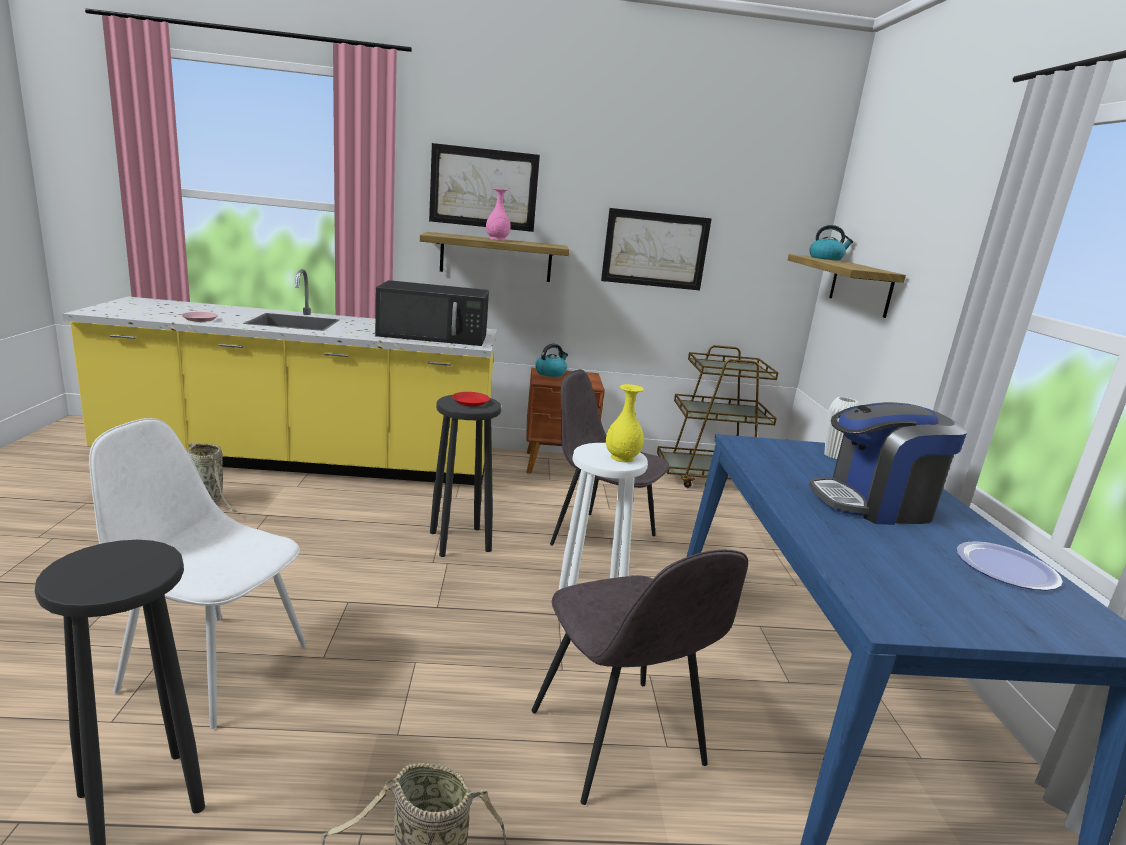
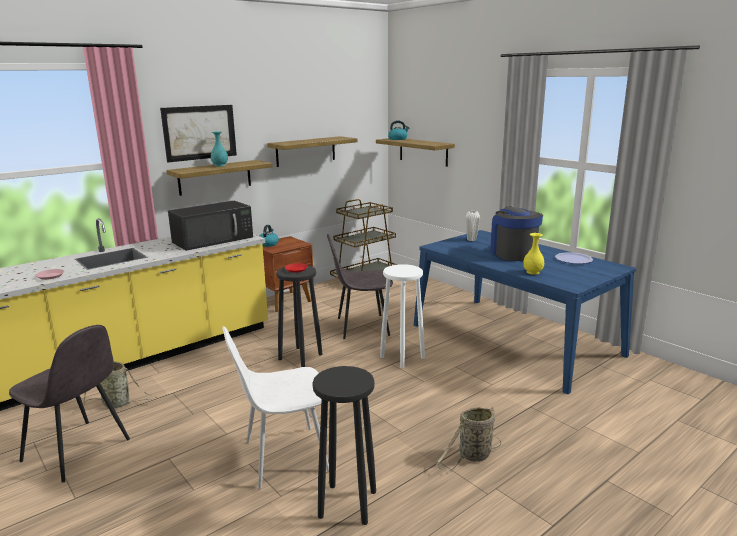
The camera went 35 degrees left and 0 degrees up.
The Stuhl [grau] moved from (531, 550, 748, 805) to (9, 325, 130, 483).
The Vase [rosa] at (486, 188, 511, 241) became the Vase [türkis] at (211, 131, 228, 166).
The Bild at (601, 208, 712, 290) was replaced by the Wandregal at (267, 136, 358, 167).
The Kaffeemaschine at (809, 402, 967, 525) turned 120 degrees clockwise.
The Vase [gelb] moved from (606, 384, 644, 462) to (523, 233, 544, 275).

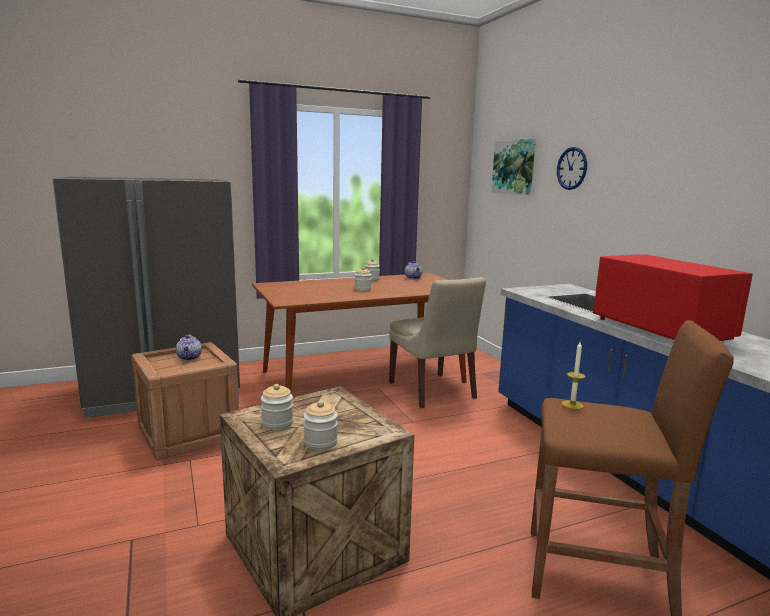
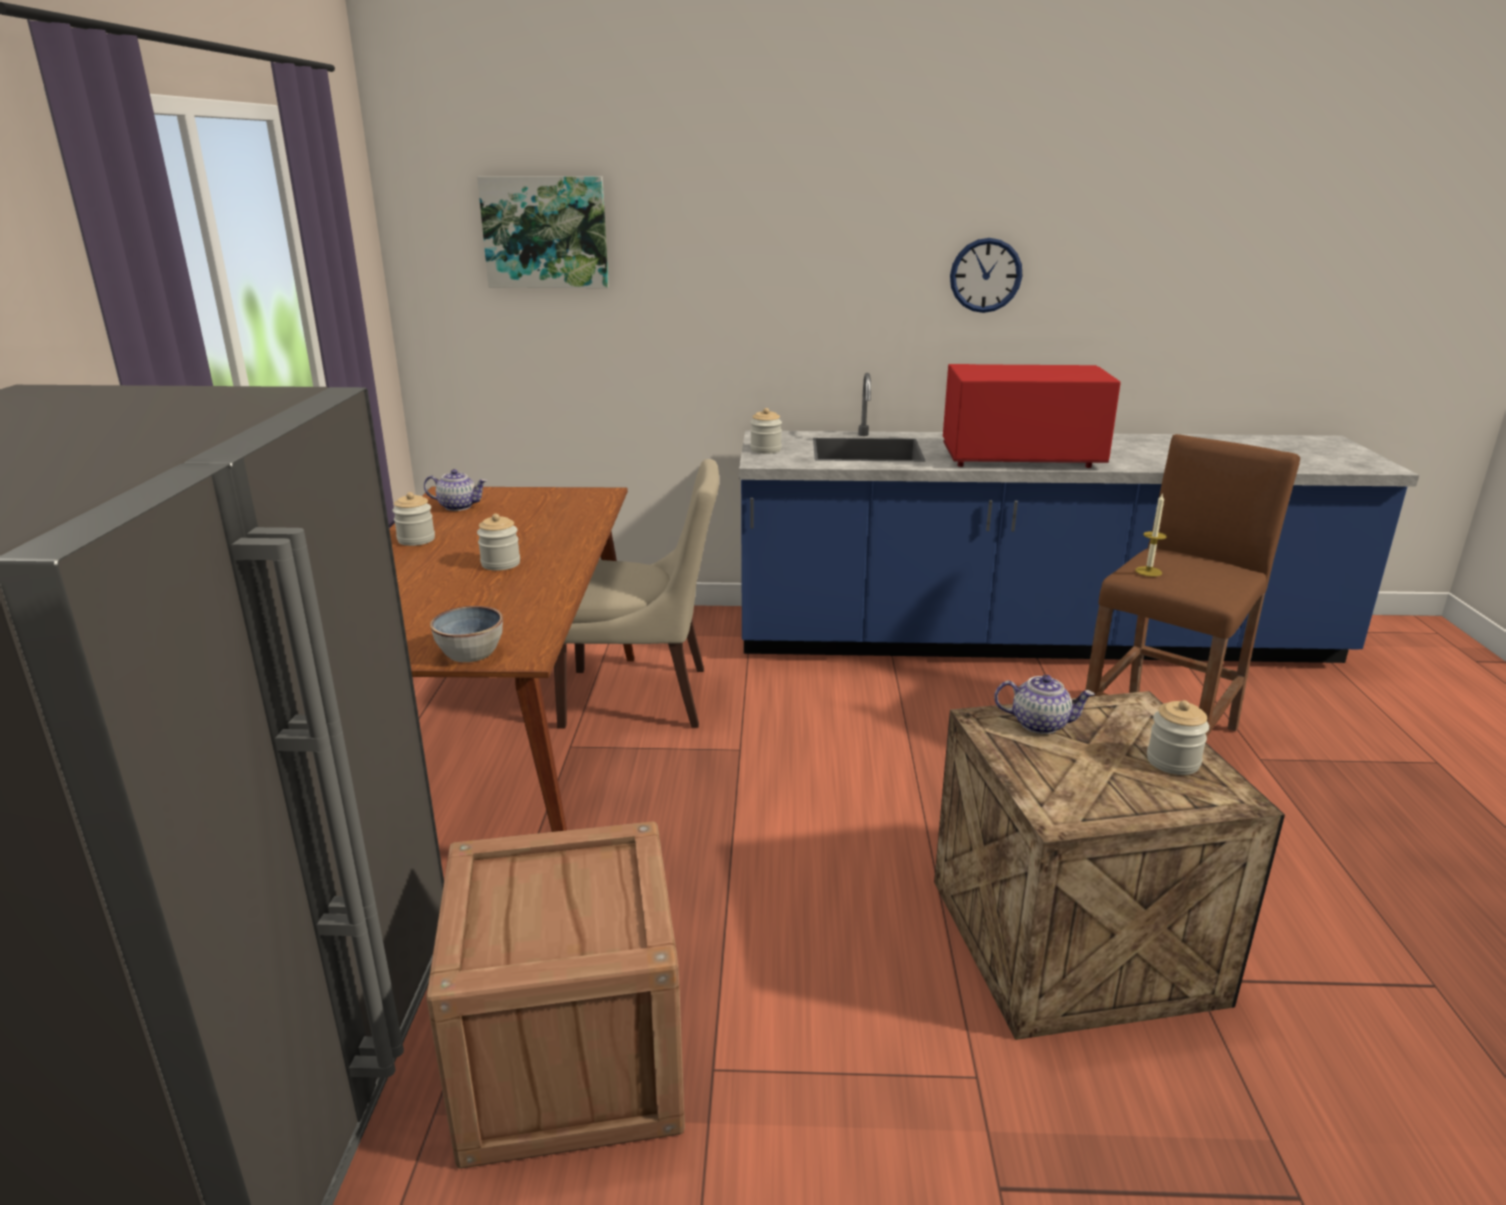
The camera went 65 degrees left and 10 degrees up.
The Schüssel at (430, 606, 503, 662) appeared.
The Vorratsglas moved from (261, 384, 293, 430) to (750, 408, 782, 454).
The Wanduhr moved from (557, 147, 587, 190) to (950, 238, 1022, 313).
The Teekanne moved from (176, 335, 202, 360) to (994, 675, 1095, 734).

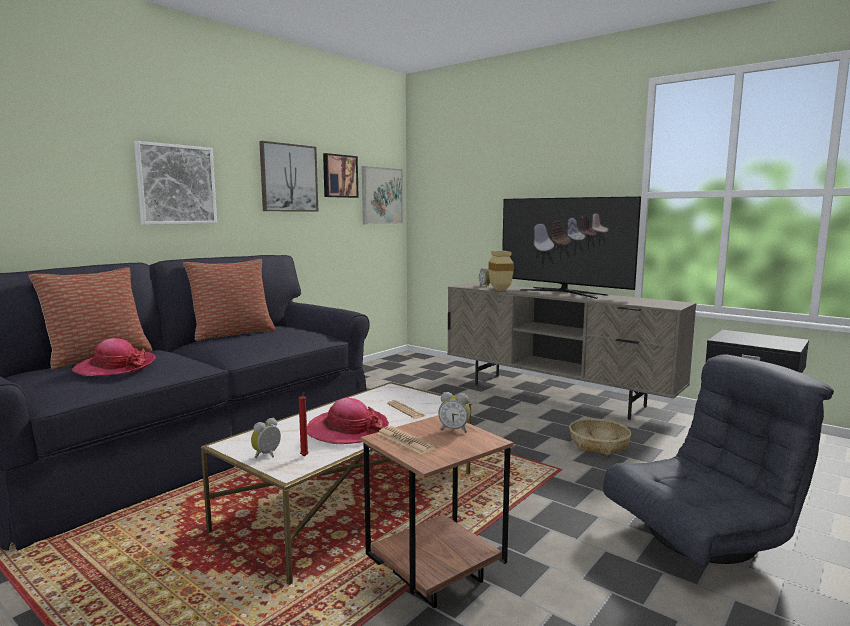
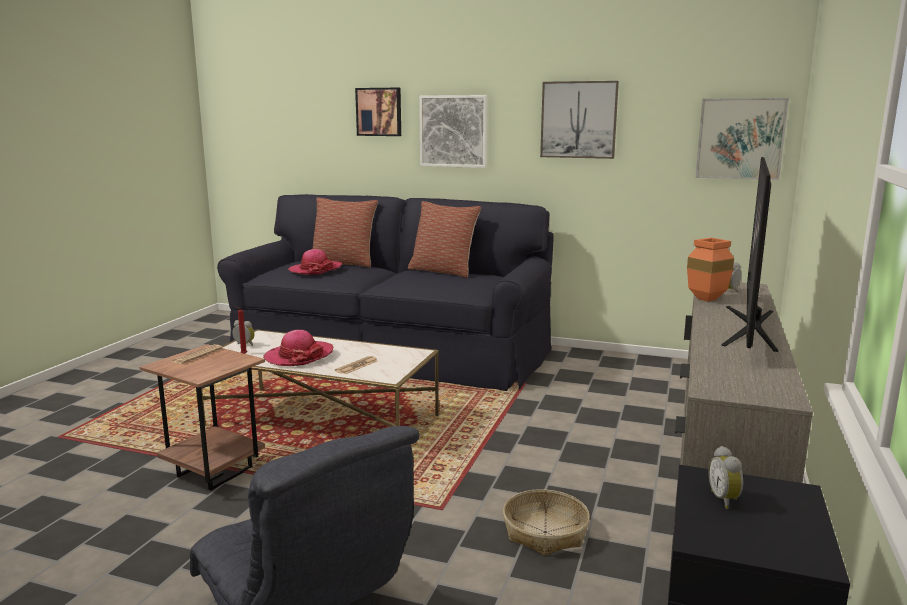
The camera went 70 degrees right and 5 degrees up.
The Bild moved from (323, 153, 359, 198) to (355, 88, 401, 136).
The Vase [beige] at (488, 251, 514, 291) became the Vase [orange] at (687, 238, 734, 302).
The Wecker moved from (438, 392, 471, 433) to (708, 446, 743, 509).

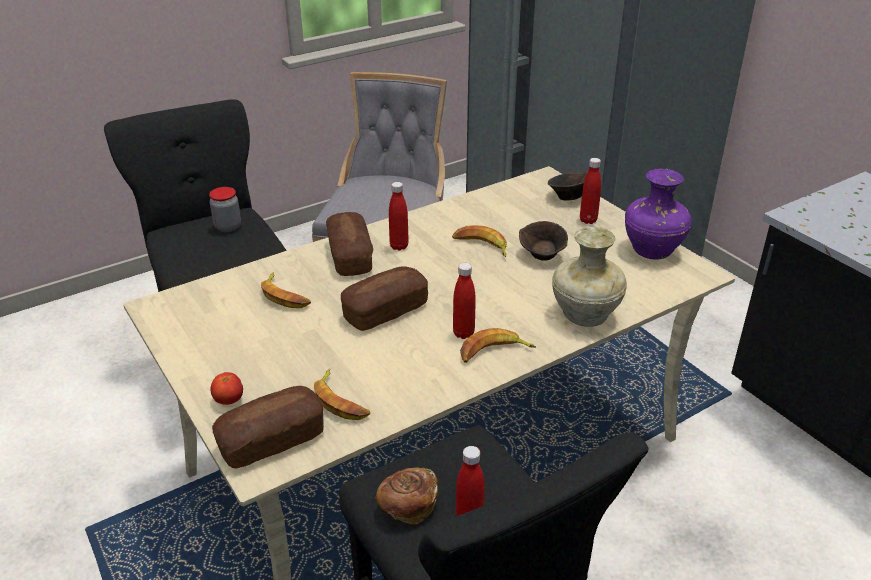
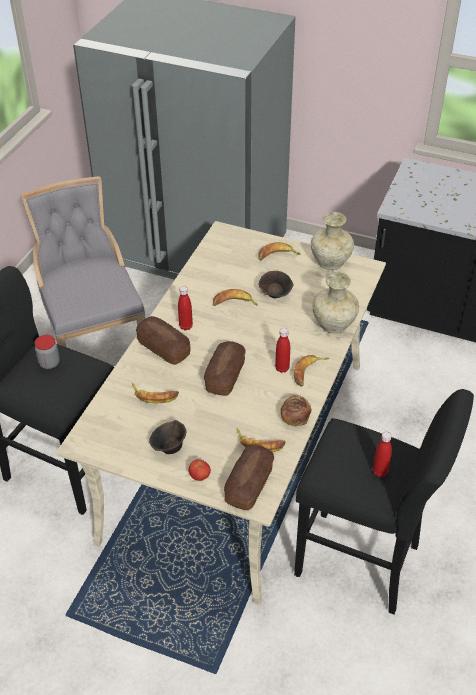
The camera went 35 degrees left and 10 degrees up.
The Schüssel [braun] moved from (548, 172, 588, 201) to (149, 420, 186, 454).
The Flasche [rot] at (580, 158, 601, 224) was replaced by the Banane at (258, 242, 301, 260).
The Brot moved from (376, 467, 438, 524) to (281, 395, 311, 427).
The Vase [lila] at (625, 168, 692, 260) became the Vase [beige] at (311, 212, 354, 270).

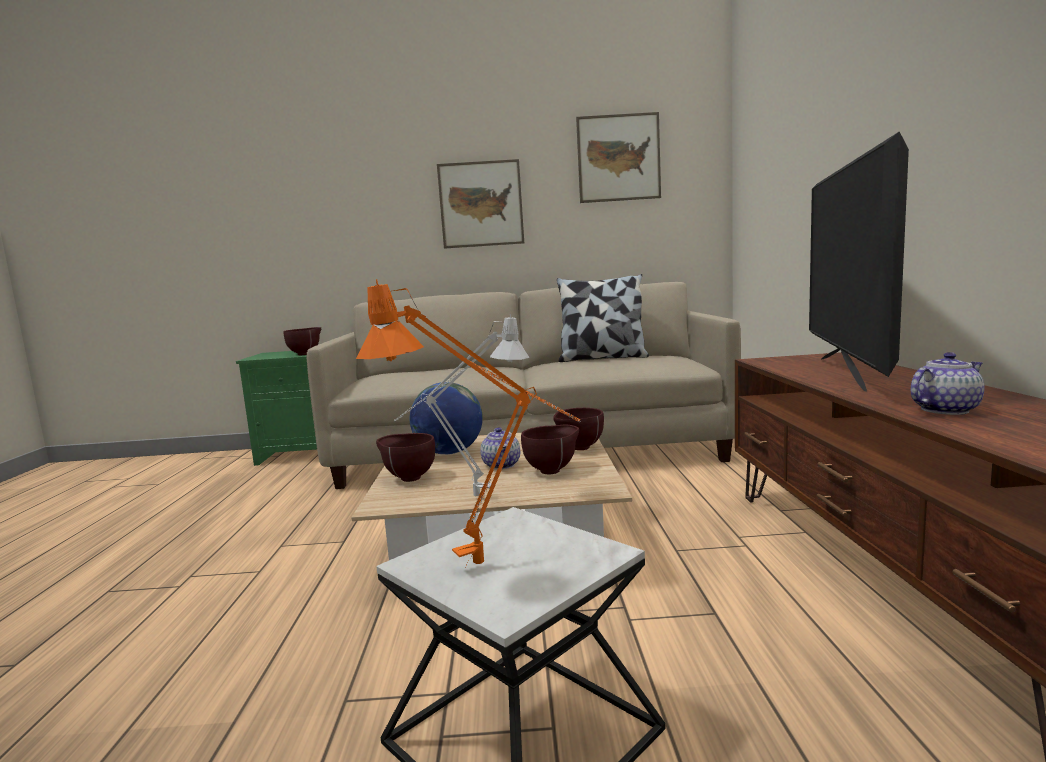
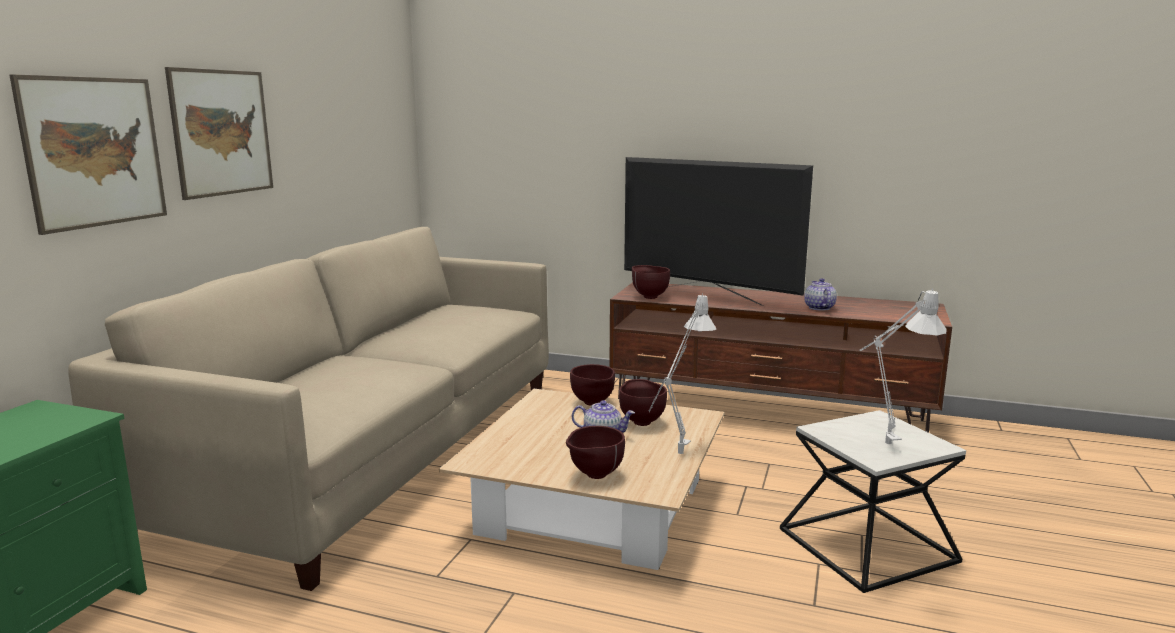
The camera went 70 degrees left and 5 degrees up.
The Bild moved from (576, 112, 661, 203) to (9, 74, 167, 235).
The Schüssel [braun] moved from (284, 327, 321, 355) to (632, 265, 670, 299).
The Tischlampe [orange] at (356, 279, 580, 564) became the Tischlampe [grau] at (859, 289, 947, 446).
The Globus at (410, 382, 483, 455) disappeared.
The Kissen at (557, 274, 649, 362) disappeared.

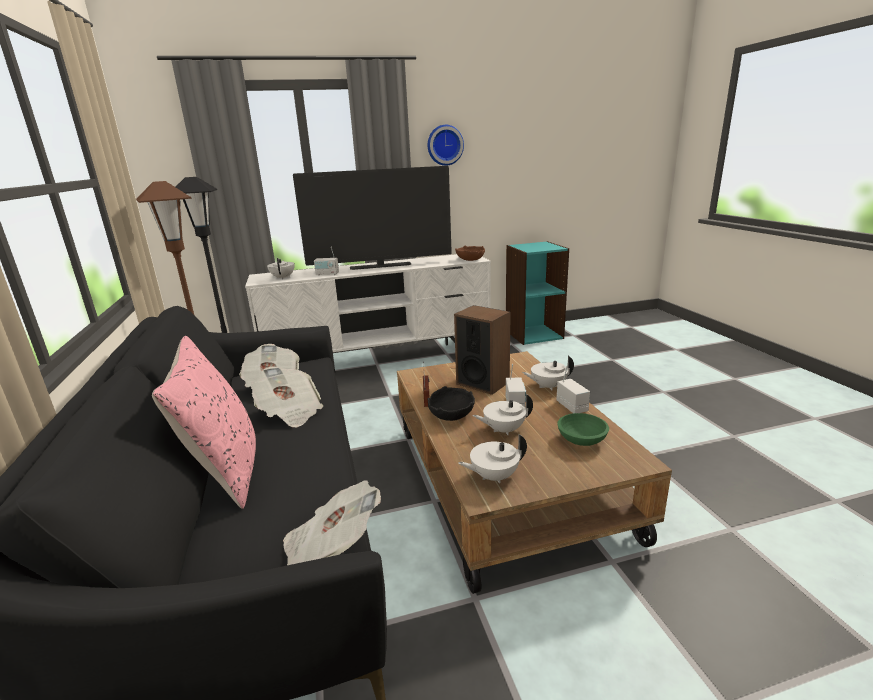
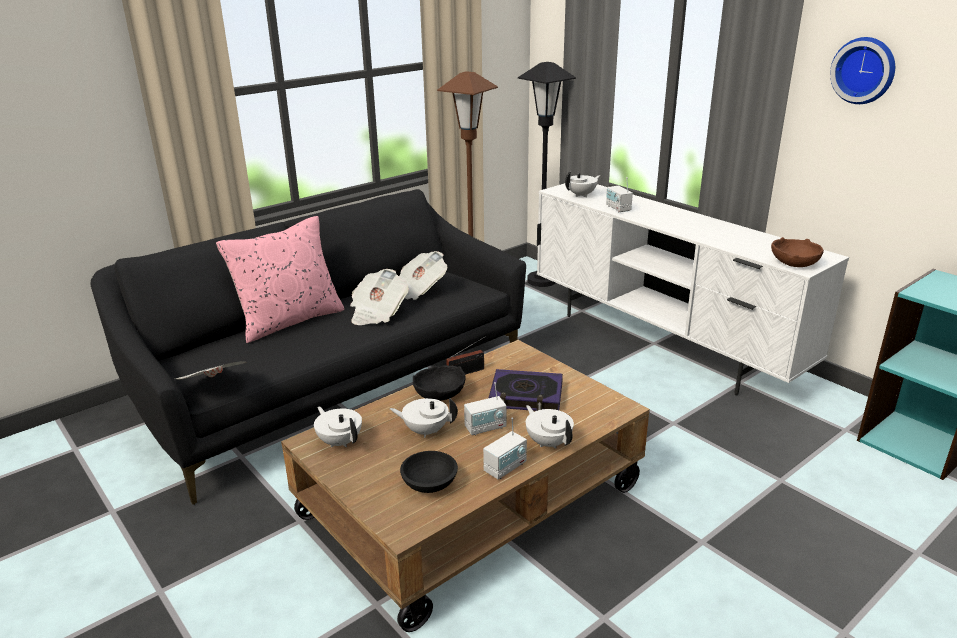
The camera went 65 degrees right and 5 degrees up.
The Teekanne [weiß] at (473, 394, 533, 435) turned 45 degrees counterclockwise.
The Schüssel [grün] at (557, 413, 609, 446) became the Schüssel [schwarz] at (400, 451, 458, 493).
The Lautsprecher at (454, 305, 511, 395) was replaced by the Buch at (489, 369, 563, 411).
The Fernseher at (293, 166, 452, 270) disappeared.

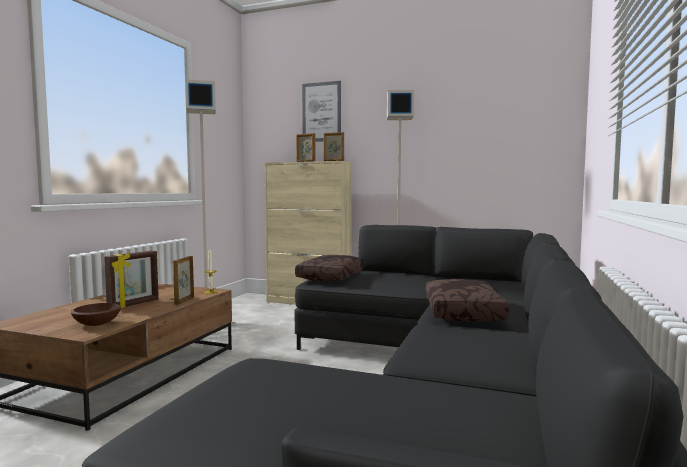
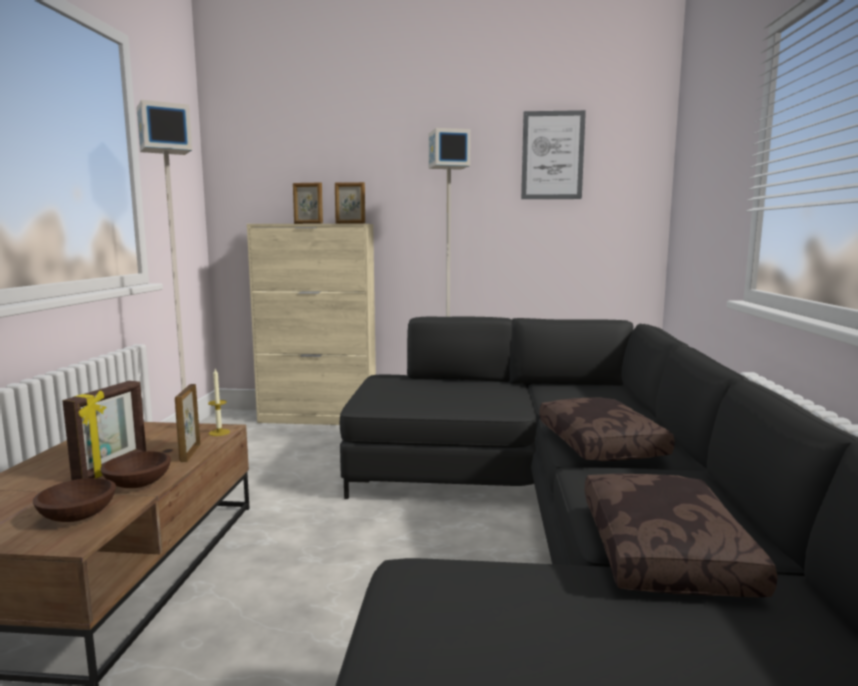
The camera went 15 degrees left and 5 degrees up.
The Schüssel [braun] at (100, 451, 171, 488) appeared.
The Bild moved from (302, 81, 341, 142) to (521, 110, 586, 199).
The Kissen [braun] moved from (295, 255, 364, 281) to (585, 473, 778, 597).

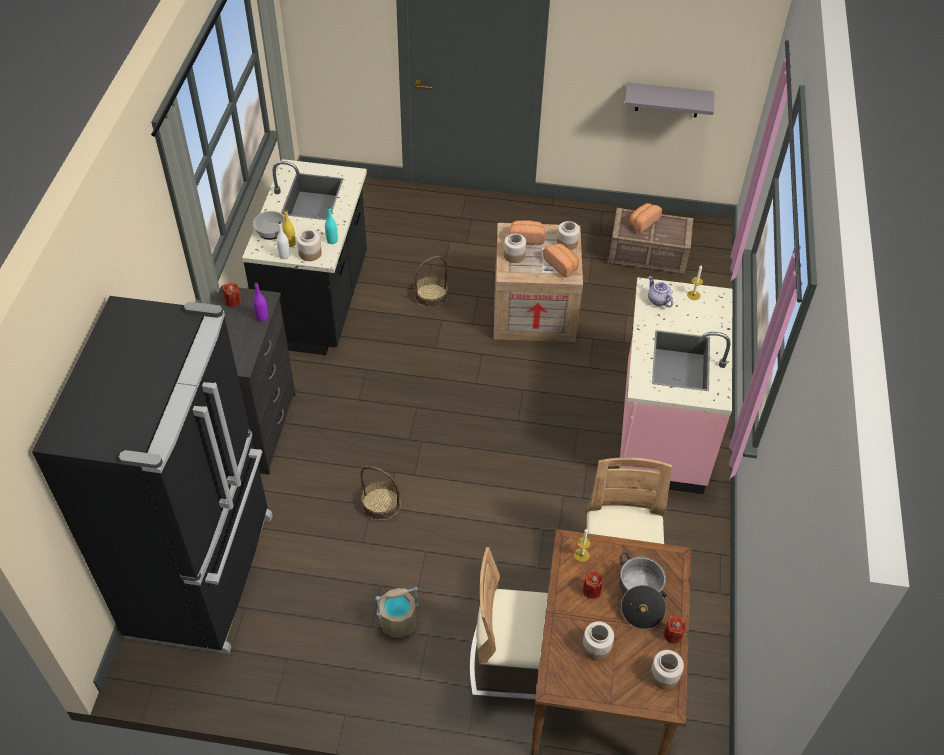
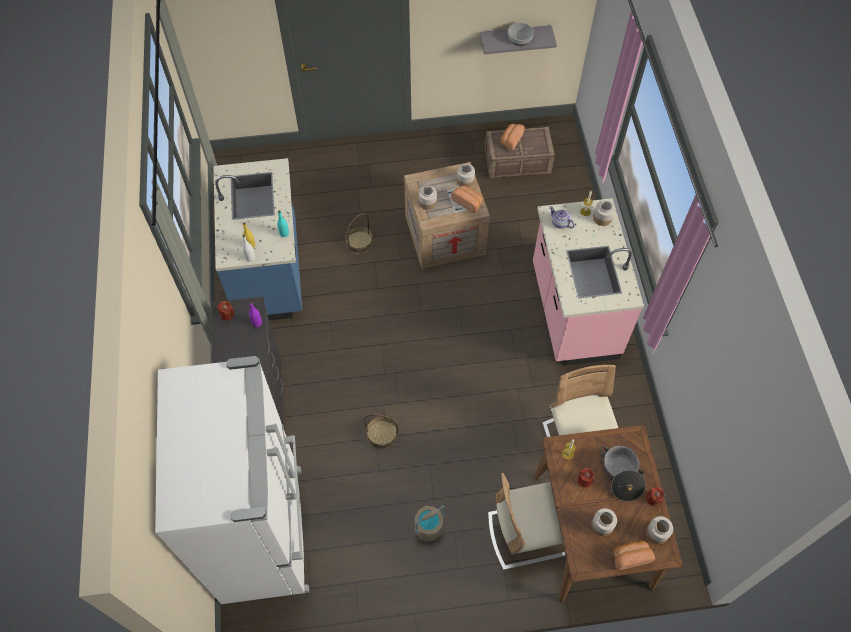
The camera went 15 degrees left and 10 degrees up.
The Kühlschrank [schwarz] at (32, 296, 273, 654) became the Kühlschrank [weiß] at (155, 356, 309, 604).
The Küchenzeile [schwarz] at (242, 159, 367, 355) became the Küchenzeile [blau] at (214, 158, 302, 321).
The Schüssel moved from (253, 211, 285, 240) to (508, 22, 534, 46).
The Vorratsglas moved from (297, 230, 322, 261) to (593, 200, 615, 226).
The Brot moved from (508, 220, 545, 245) to (614, 540, 655, 570).

